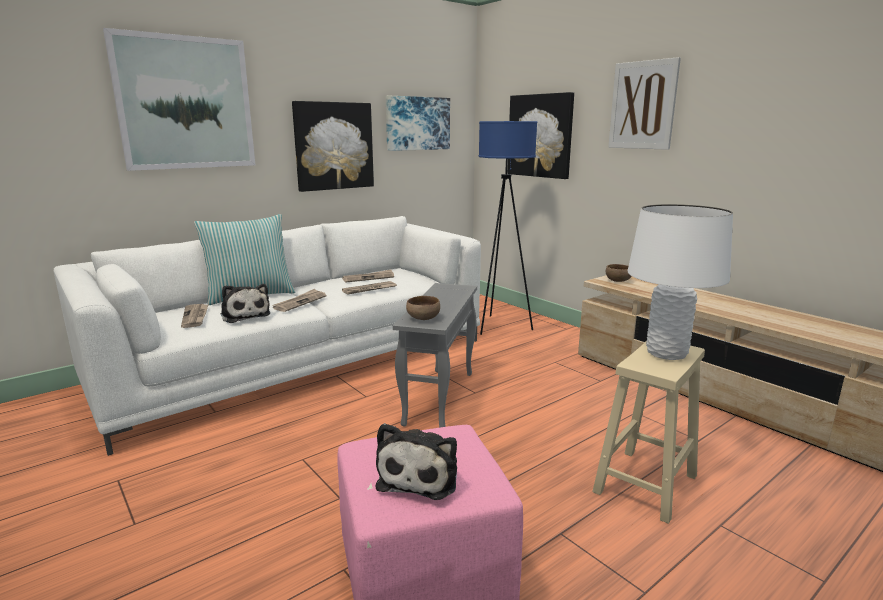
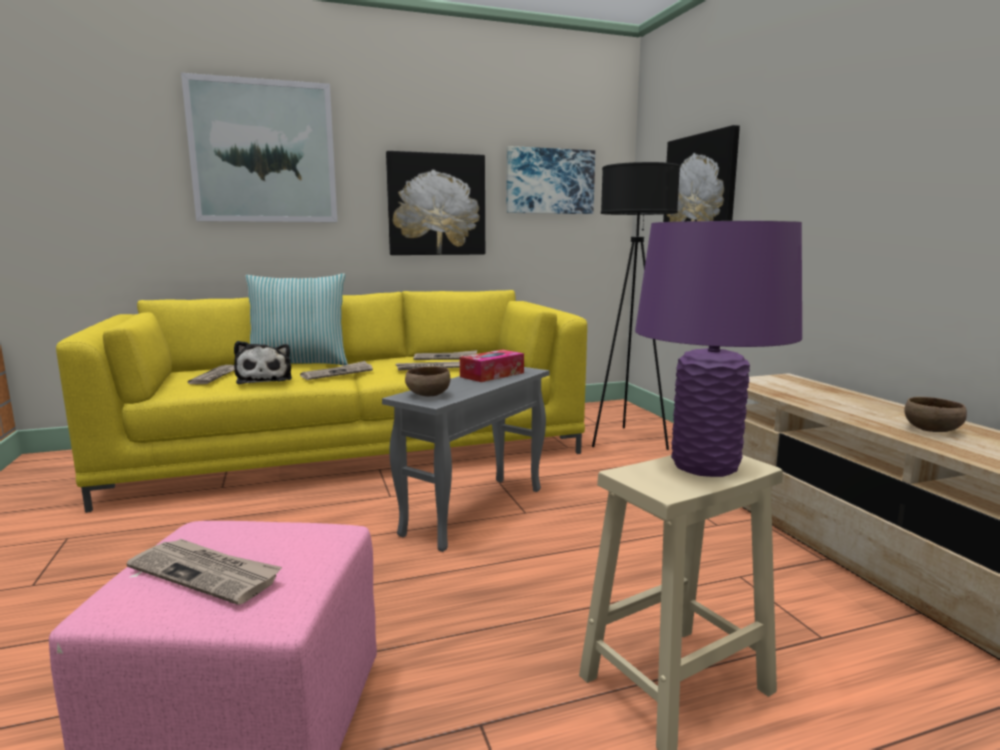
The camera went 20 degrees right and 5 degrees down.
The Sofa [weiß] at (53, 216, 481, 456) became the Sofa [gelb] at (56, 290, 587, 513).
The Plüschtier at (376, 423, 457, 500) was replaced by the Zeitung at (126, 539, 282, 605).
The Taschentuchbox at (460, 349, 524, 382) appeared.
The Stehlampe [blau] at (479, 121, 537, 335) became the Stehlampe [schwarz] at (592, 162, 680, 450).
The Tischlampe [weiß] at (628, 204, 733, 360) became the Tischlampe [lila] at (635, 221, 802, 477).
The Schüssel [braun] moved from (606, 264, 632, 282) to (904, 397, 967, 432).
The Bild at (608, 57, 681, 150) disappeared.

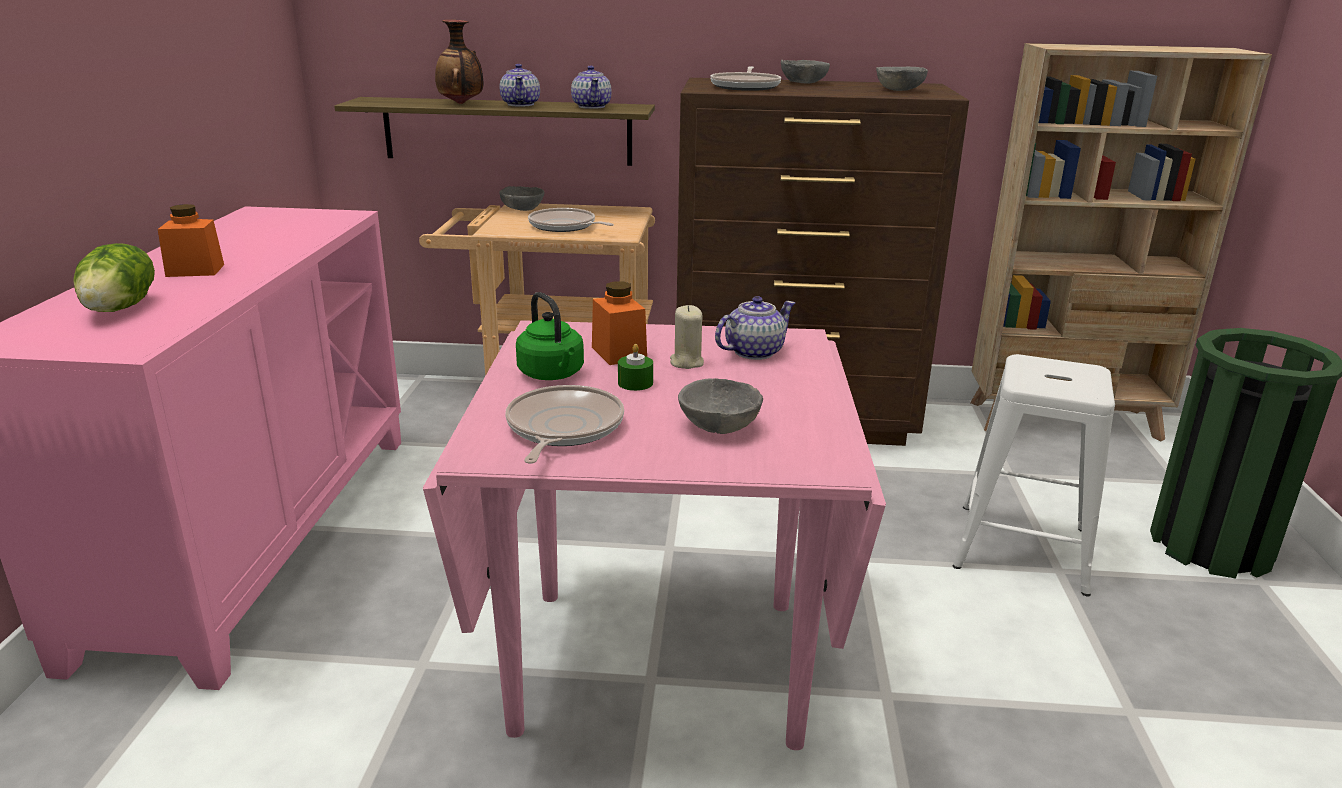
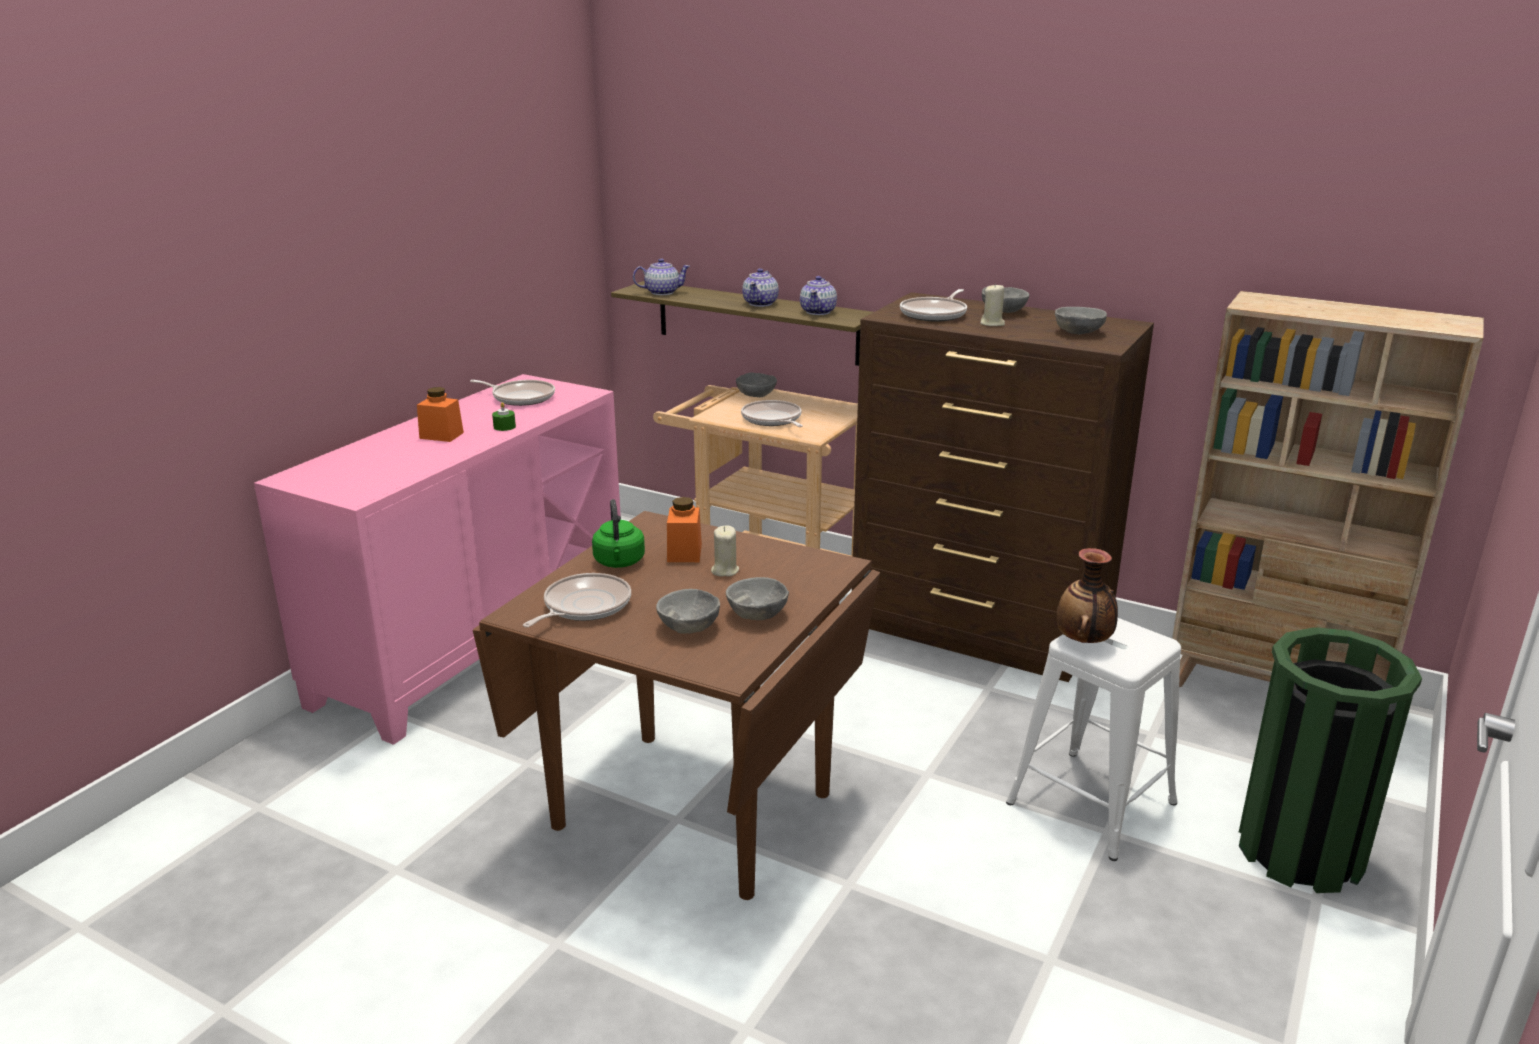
The camera went 25 degrees right and 0 degrees up.
The Pfanne at (470, 380, 555, 406) appeared.
The Esstisch [rosa] at (423, 320, 886, 750) became the Esstisch [braun] at (473, 511, 880, 900).
The Kerze [grün] moved from (618, 344, 653, 391) to (492, 402, 516, 431).
The Teekanne moved from (715, 296, 795, 360) to (633, 258, 690, 295).
The Schüssel [grau] at (726, 577, 789, 620) appeared.
The Kerze [beige] at (980, 283, 1005, 326) appeared.
The Vase moved from (435, 20, 483, 104) to (1056, 548, 1118, 643).
The Salatkopf at (73, 243, 155, 312) disappeared.

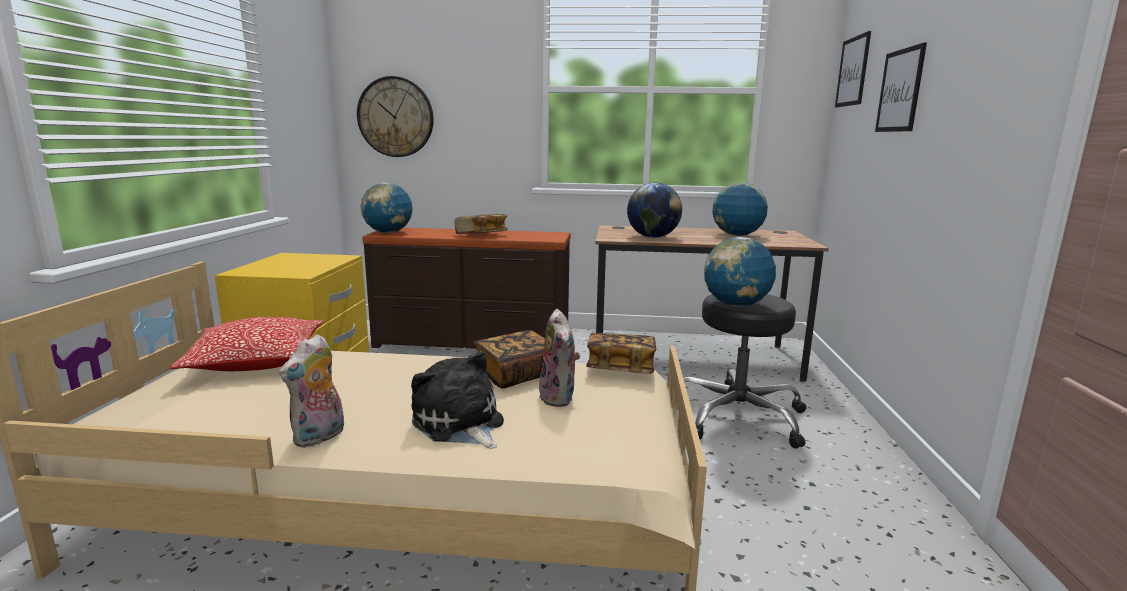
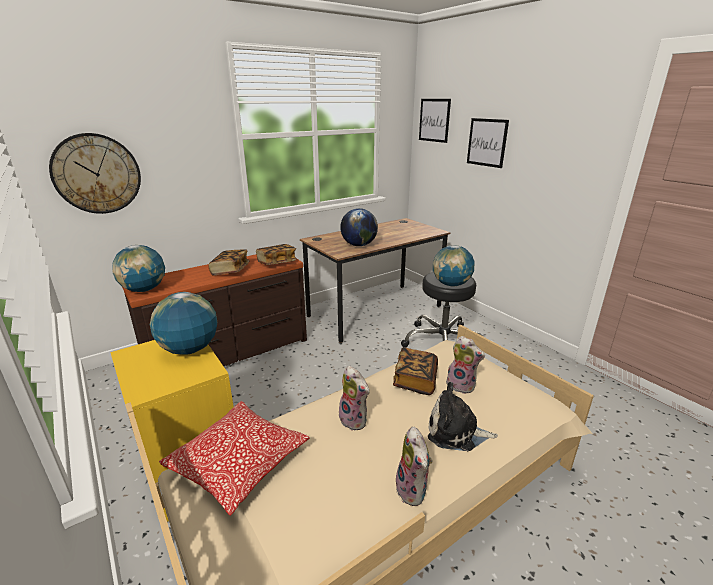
The camera went 40 degrees left and 10 degrees up.
The Globus moved from (712, 182, 768, 236) to (150, 292, 217, 355).
The Buch moved from (586, 333, 656, 374) to (256, 244, 297, 265).
The Plüschtier at (339, 366, 369, 431) appeared.

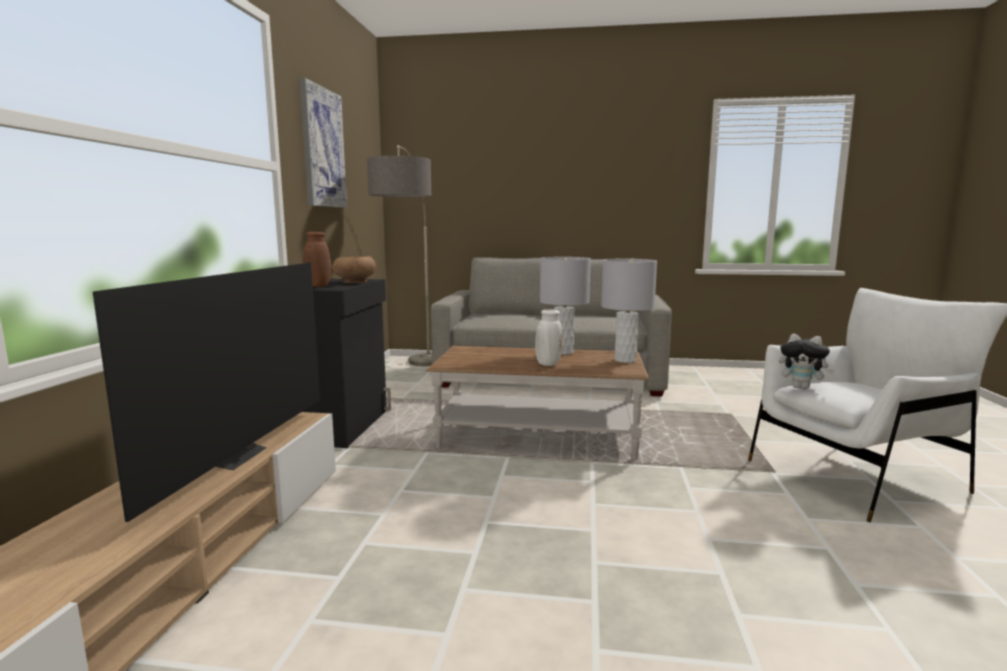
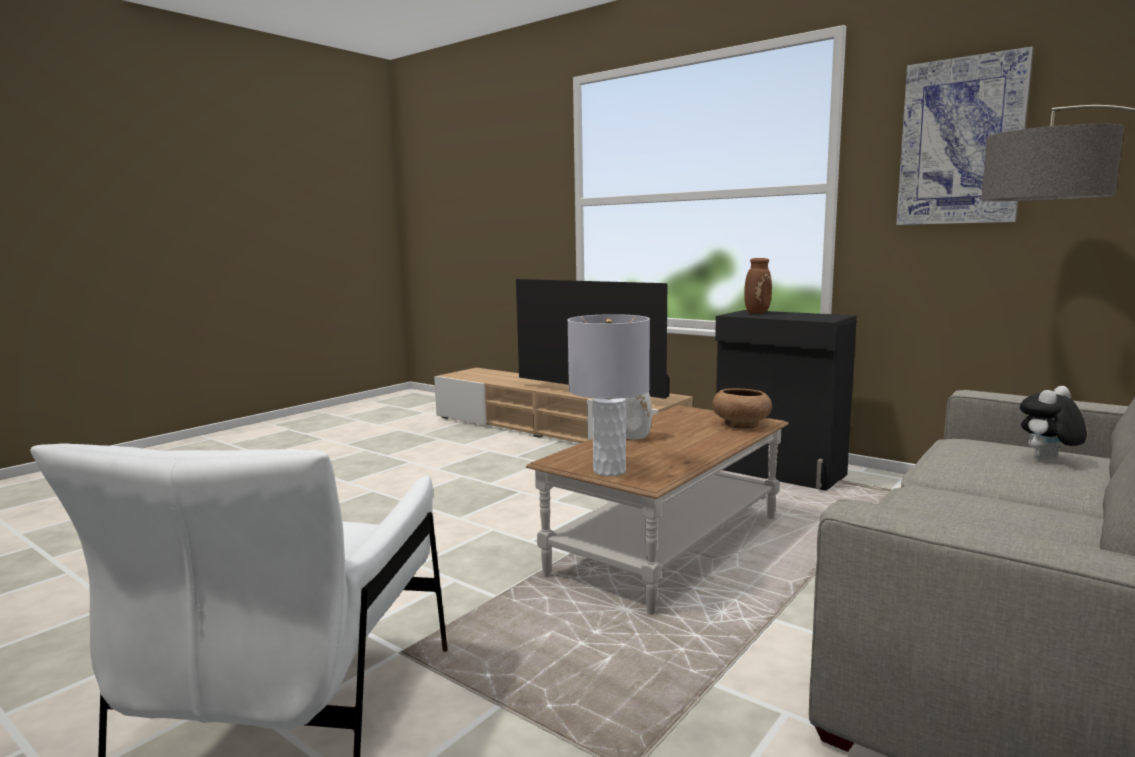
The camera went 120 degrees right and 0 degrees up.
The Schüssel [braun] moved from (332, 256, 376, 283) to (712, 389, 772, 429).
The Plüschtier moved from (779, 334, 835, 389) to (1020, 386, 1087, 460).
The Tischlampe [grau] at (540, 257, 591, 355) disappeared.

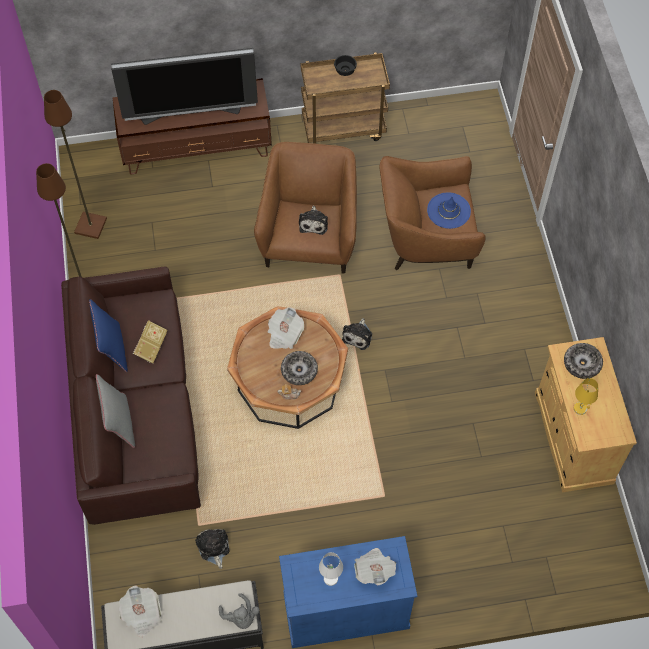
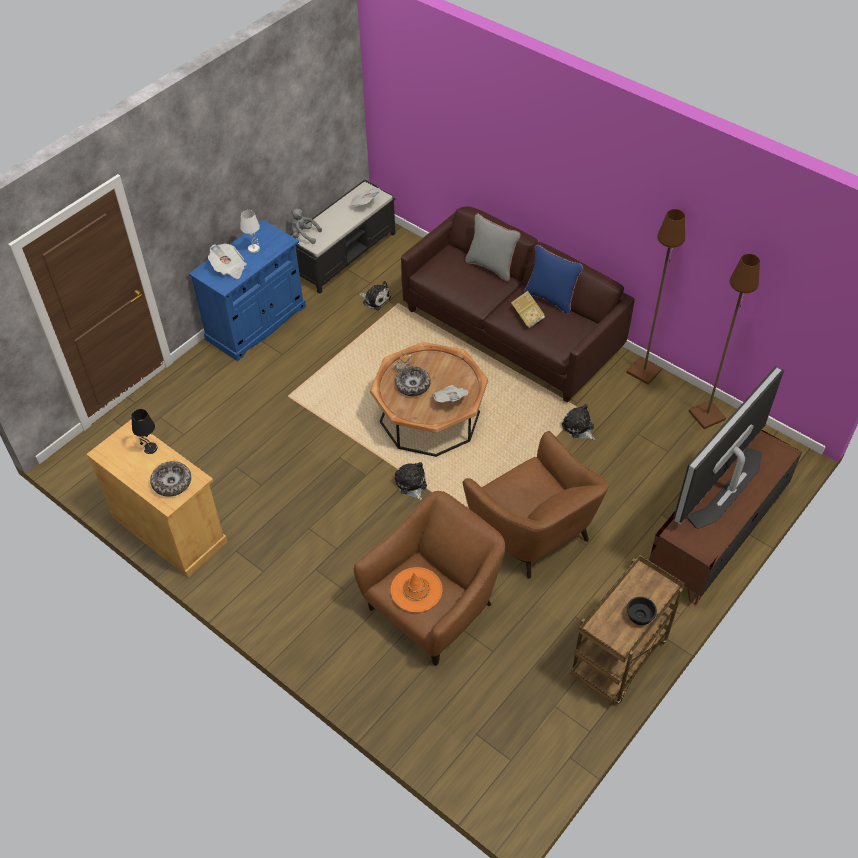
The camera went 140 degrees right and 10 degrees down.
The Tischlampe [gelb] at (574, 378, 598, 415) became the Tischlampe [schwarz] at (131, 409, 157, 454).
The Hut [blau] at (427, 192, 471, 229) became the Hut [orange] at (391, 567, 442, 612).
The Plüschtier moved from (299, 205, 328, 235) to (562, 404, 595, 440).

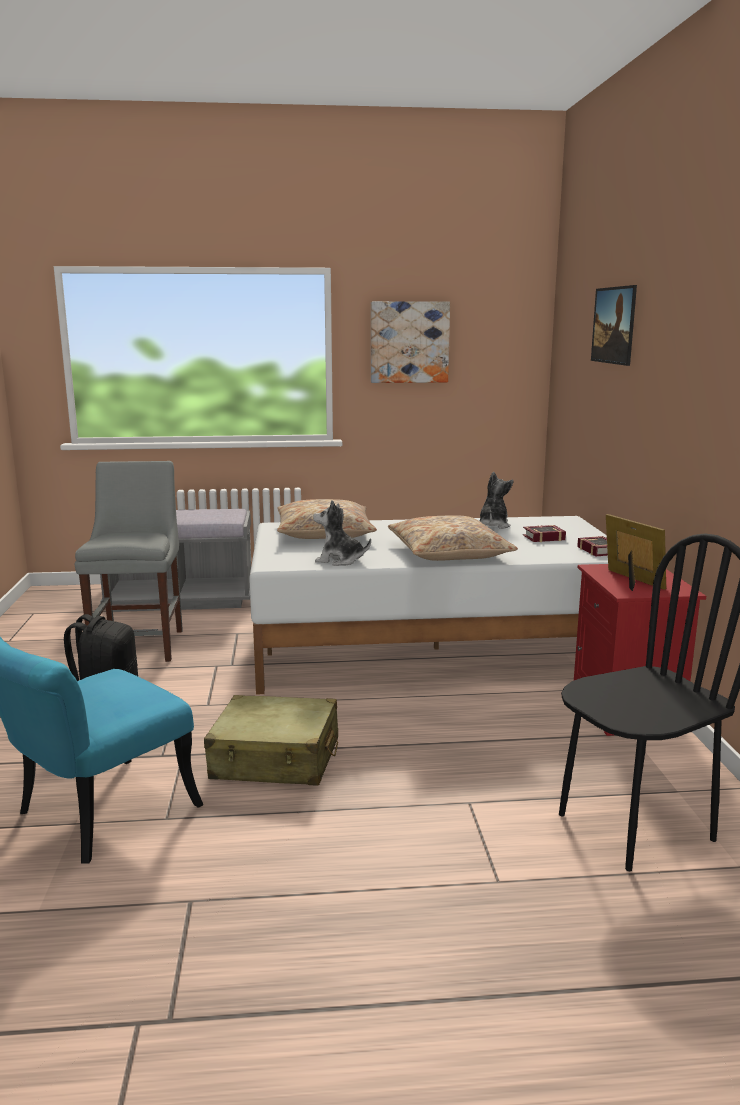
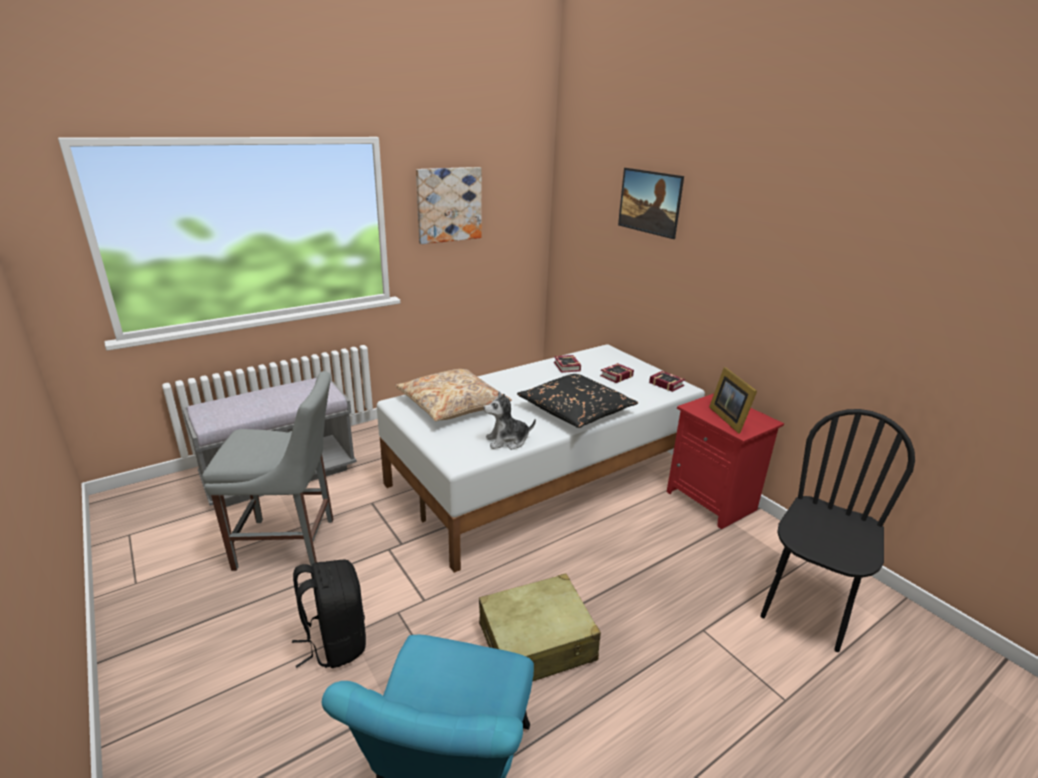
The camera went 30 degrees left and 10 degrees up.
The Stuhl [grau] at (75, 461, 183, 662) turned 120 degrees clockwise.
The Kissen [beige] at (388, 515, 518, 561) became the Kissen [schwarz] at (517, 374, 638, 428).
The Plüschtier at (479, 472, 514, 529) was replaced by the Buch at (554, 355, 581, 373).
The Bilderrahmen at (606, 514, 666, 591) turned 135 degrees counterclockwise.

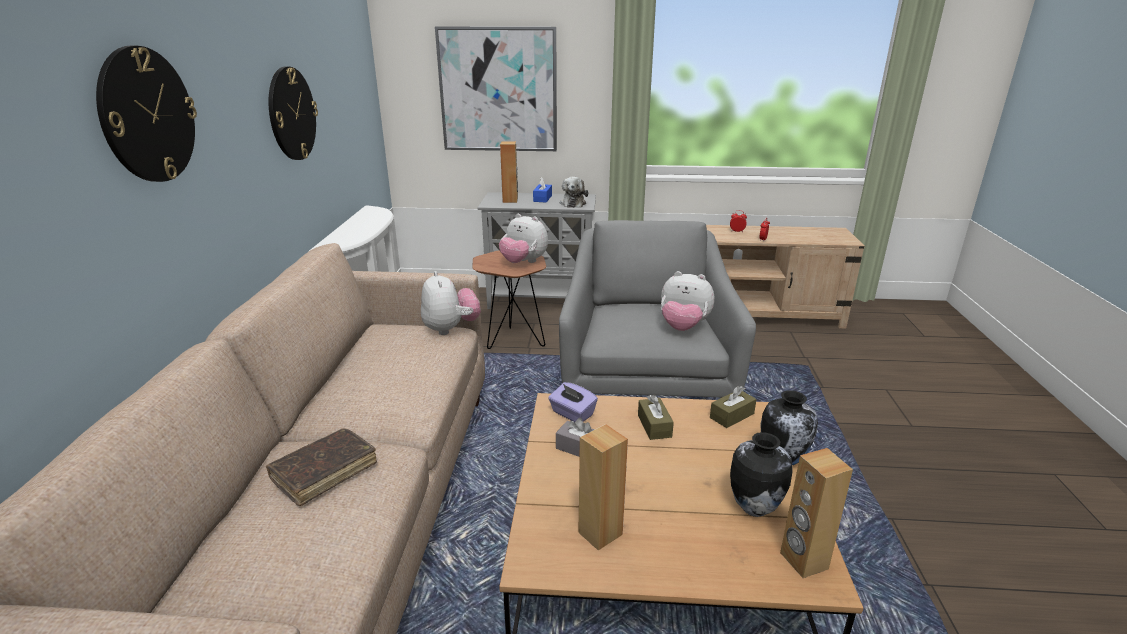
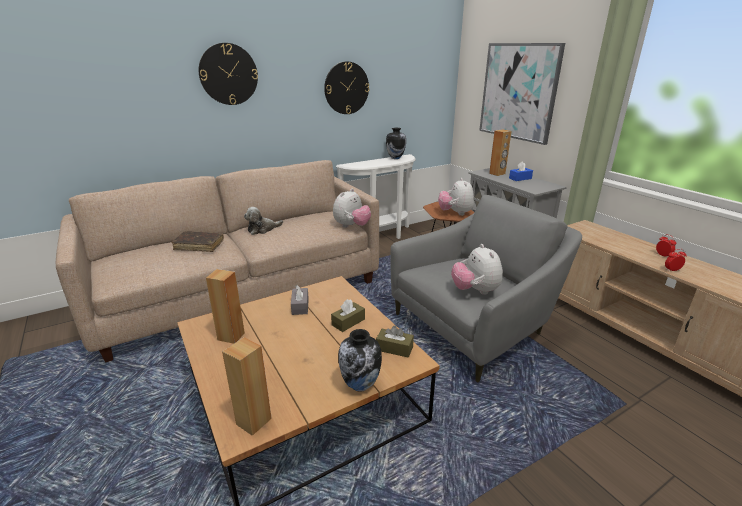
The camera went 55 degrees right and 0 degrees up.
The Plüschtier moved from (560, 177, 588, 208) to (244, 207, 283, 235).
The Vase moved from (730, 432, 793, 517) to (386, 128, 406, 159).
The Taschentuchbox [lila] at (548, 382, 598, 422) disappeared.

